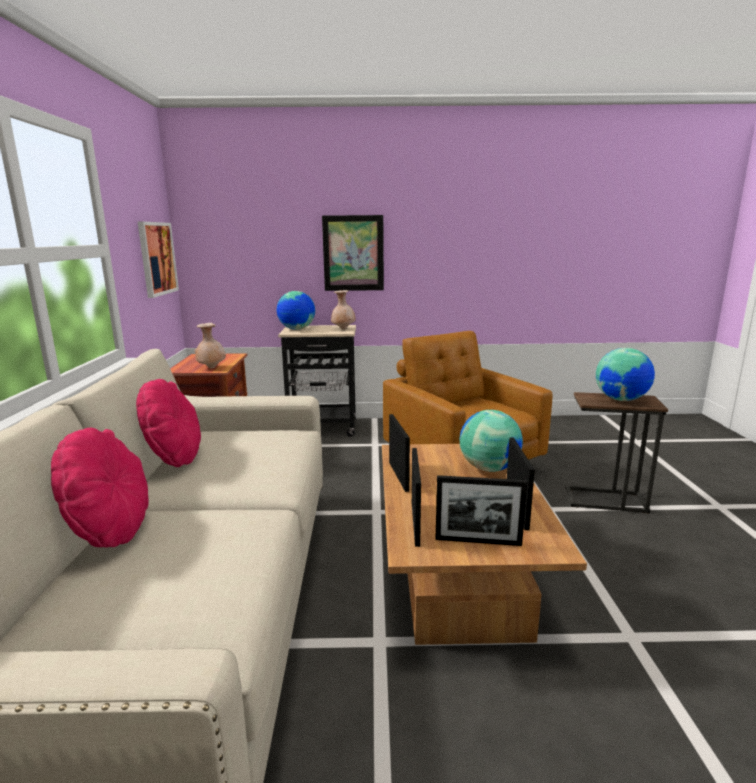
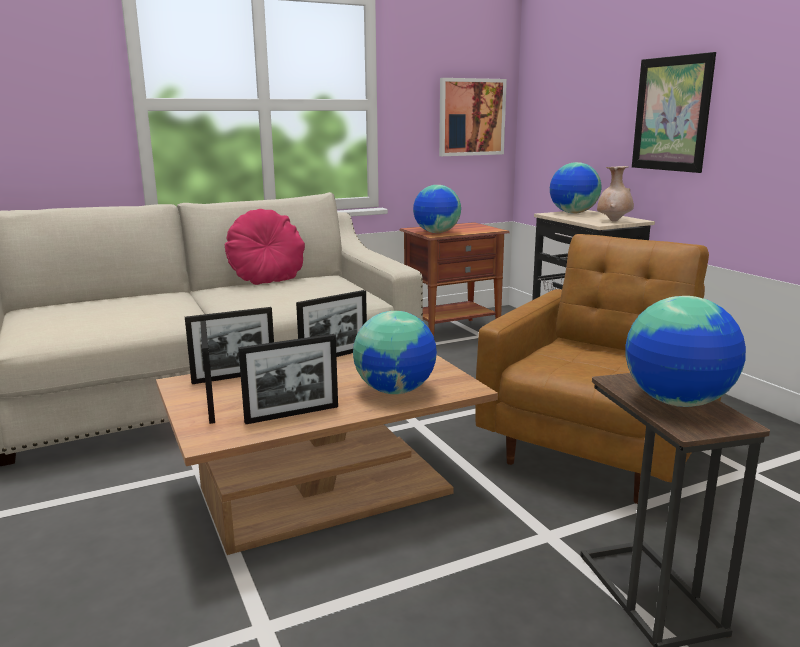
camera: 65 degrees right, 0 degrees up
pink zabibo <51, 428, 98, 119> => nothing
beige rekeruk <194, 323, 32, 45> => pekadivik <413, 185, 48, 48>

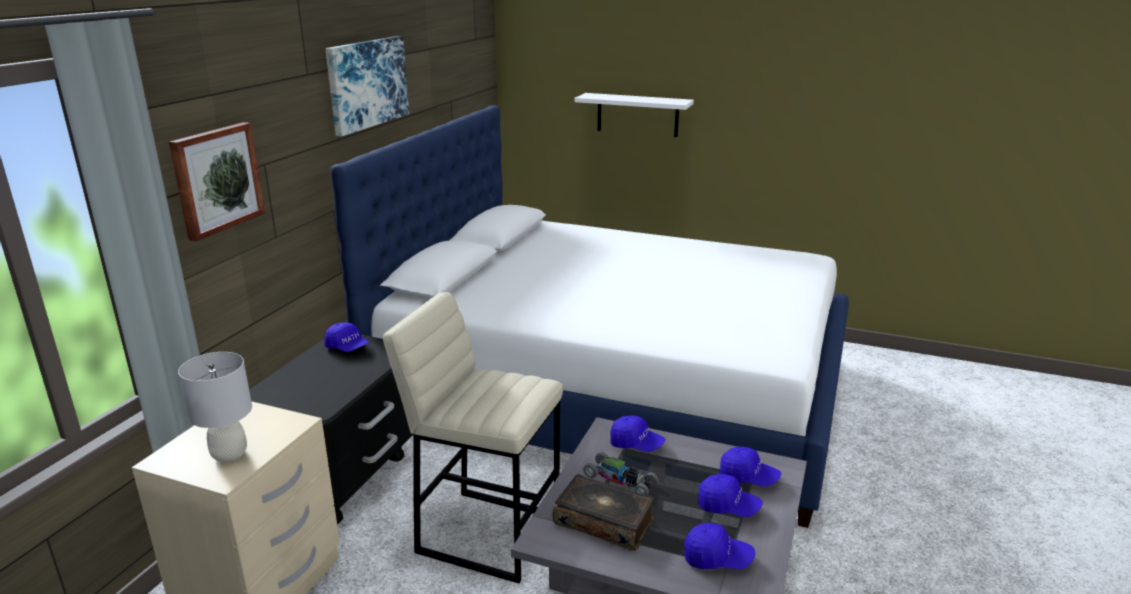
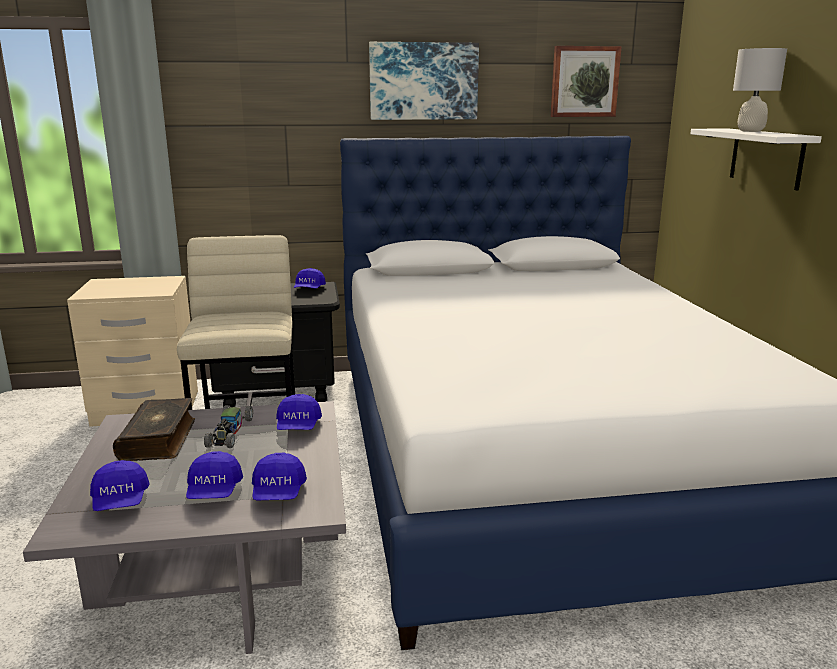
camera: 60 degrees right, 5 degrees down
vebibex <169, 122, 96, 120> => vebibex <550, 46, 72, 71>, shifted
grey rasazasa <178, 352, 74, 110> => grey rasazasa <733, 48, 54, 84>, shifted

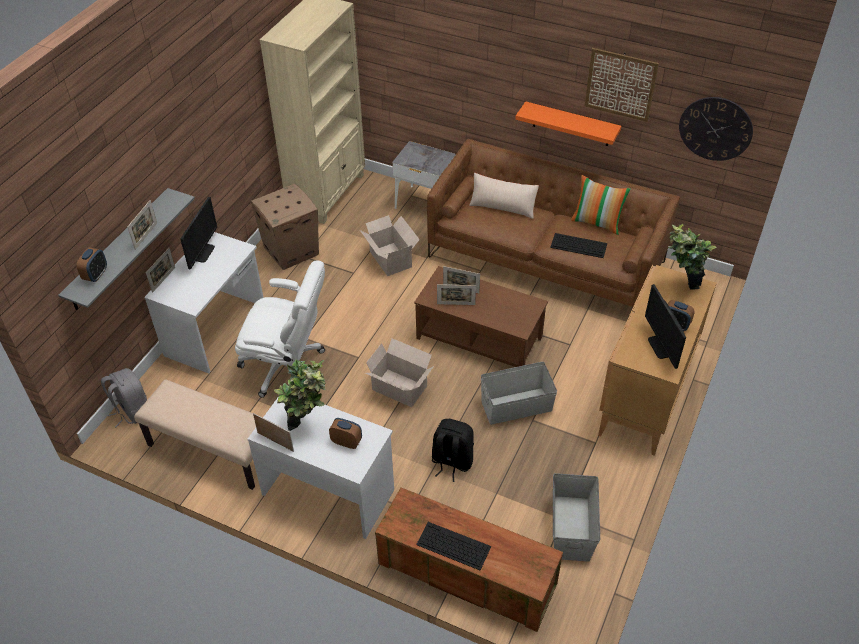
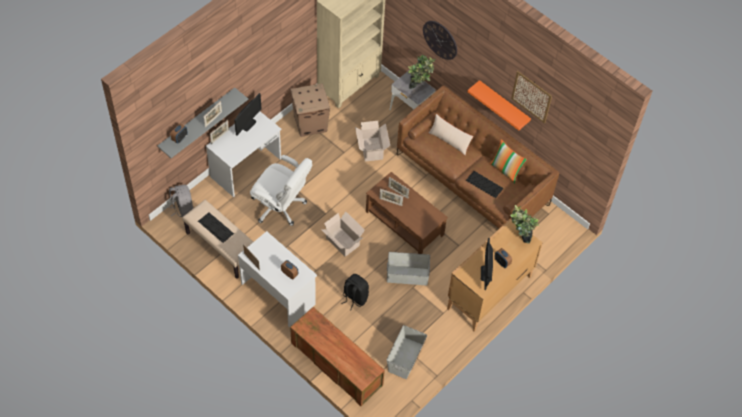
camera: 15 degrees right, 10 degrees up
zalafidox <274, 359, 52, 72> => zalafidox <408, 55, 27, 34>, shifted
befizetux <416, 522, 75, 48> => befizetux <198, 212, 36, 31>, shifted
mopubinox <679, 97, 74, 64> => mopubinox <423, 21, 34, 39>, shifted

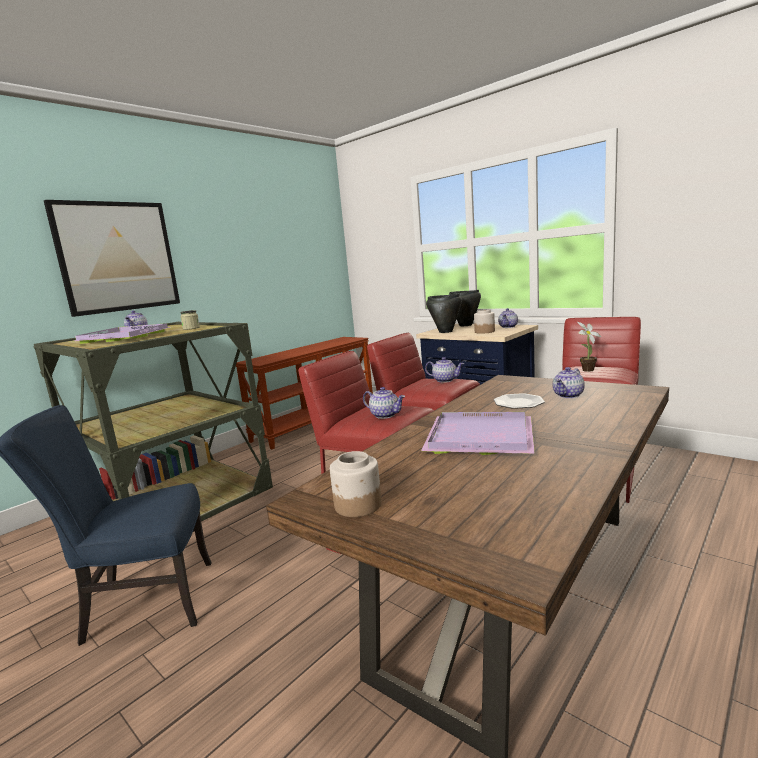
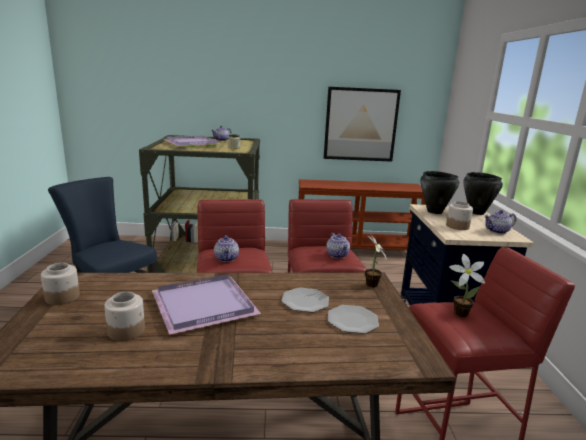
camera: 45 degrees right, 5 degrees up
nothing => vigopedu <104, 292, 41, 49>
nothing => zalafidox <365, 235, 22, 52>
vebibex <44, 200, 136, 117> => vebibex <324, 87, 77, 75>, shifted
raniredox <553, 367, 32, 31> => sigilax <328, 305, 51, 29>

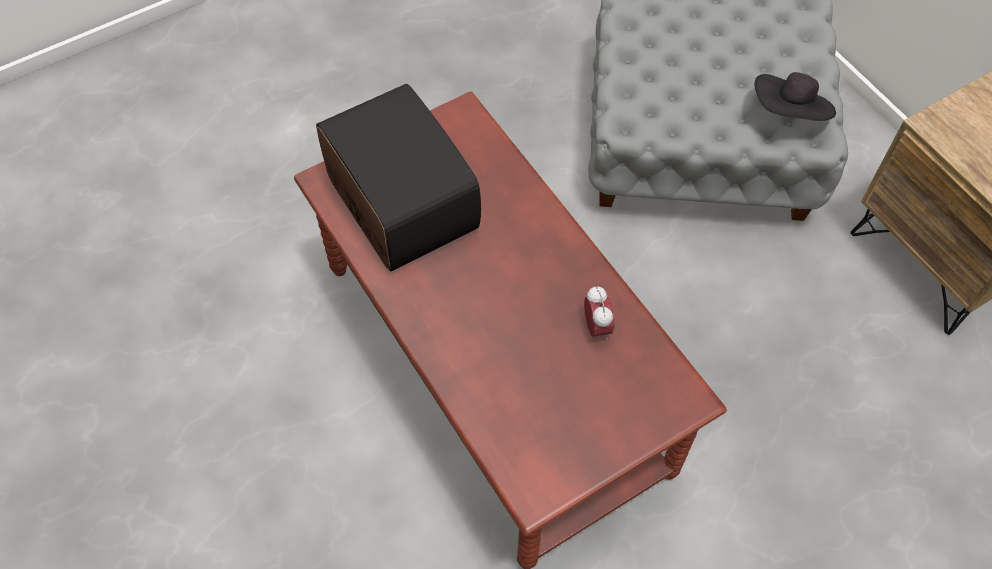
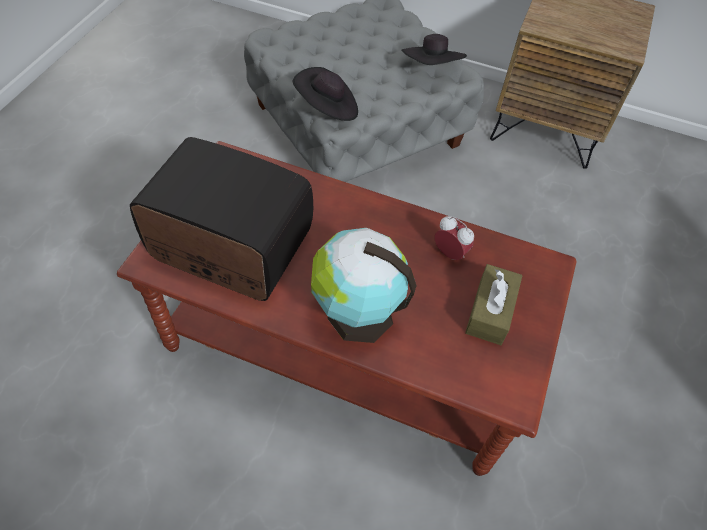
camera: 40 degrees left, 5 degrees down
nothing => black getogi <293, 67, 65, 54>
nothing => pekadivik <311, 228, 106, 115>
nothing => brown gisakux <465, 264, 58, 81>

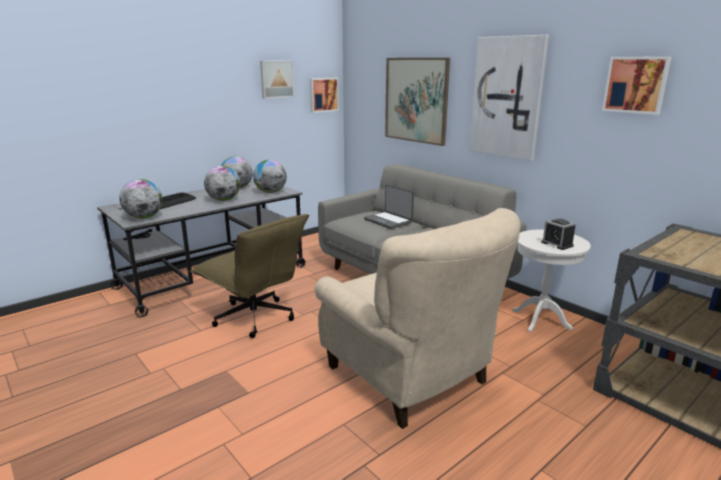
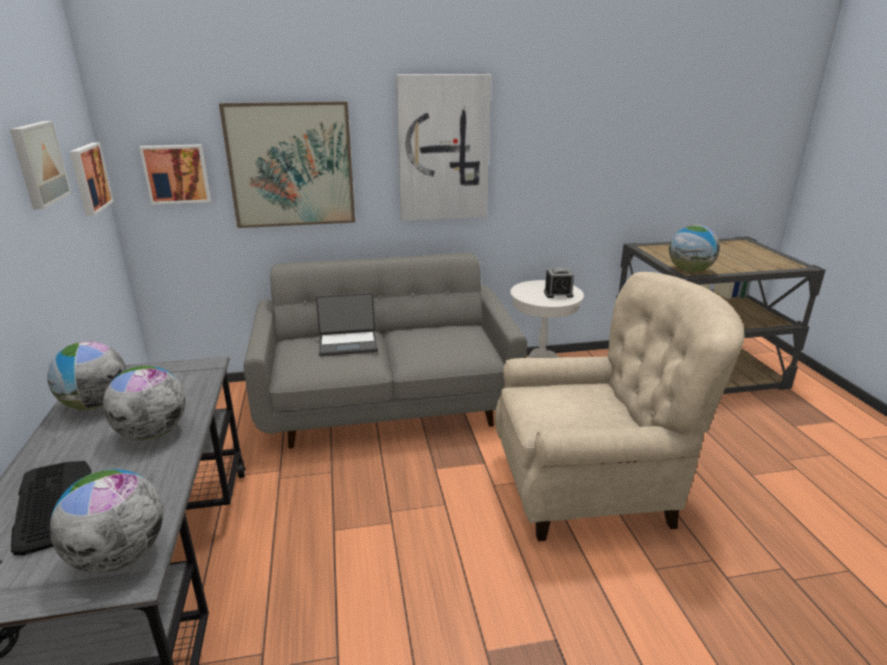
camera: 60 degrees left, 5 degrees up
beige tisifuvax <189, 214, 120, 124> => nothing
pekadivik <253, 160, 34, 33> => pekadivik <669, 225, 51, 47>, shifted
vebibex <602, 57, 69, 58> => vebibex <139, 144, 72, 60>, shifted

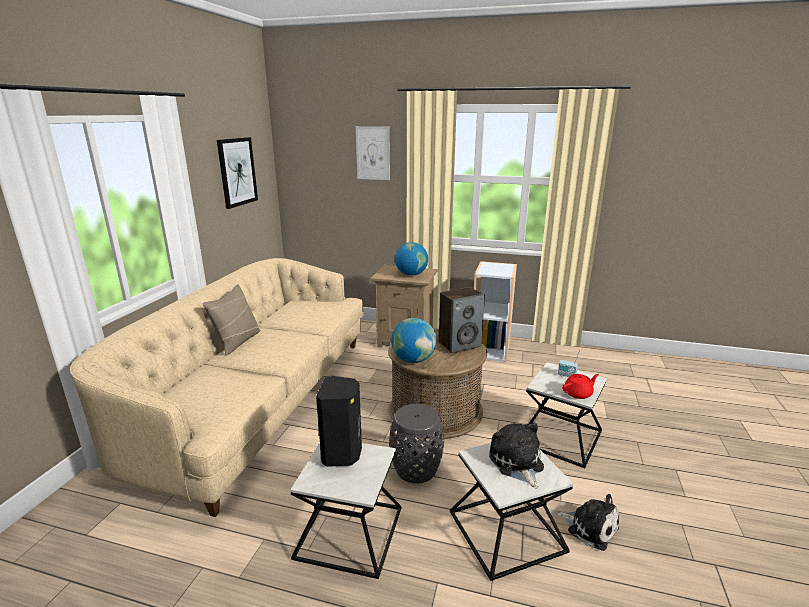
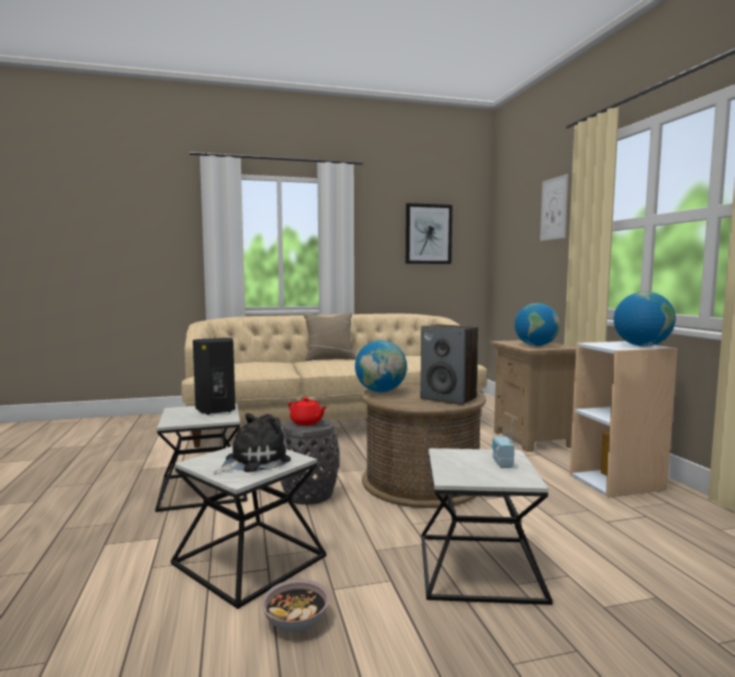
camera: 60 degrees right, 15 degrees down
nothing => pekadivik <614, 292, 62, 54>
red raniredox <562, 374, 37, 25> => red raniredox <288, 397, 39, 28>, shifted
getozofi <556, 494, 63, 57> => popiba <261, 579, 69, 53>

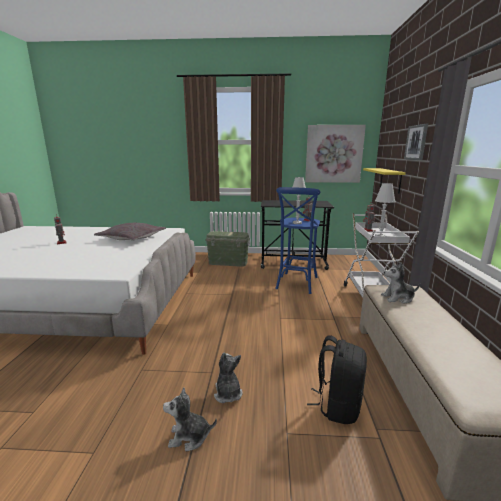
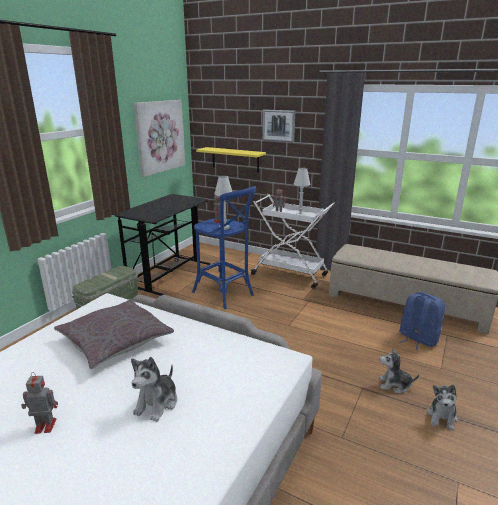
camera: 65 degrees left, 5 degrees up
getozofi <381, 262, 39, 42> => getozofi <131, 357, 46, 65>, shifted
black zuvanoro <307, 335, 60, 89> => blue zuvanoro <399, 292, 46, 58>

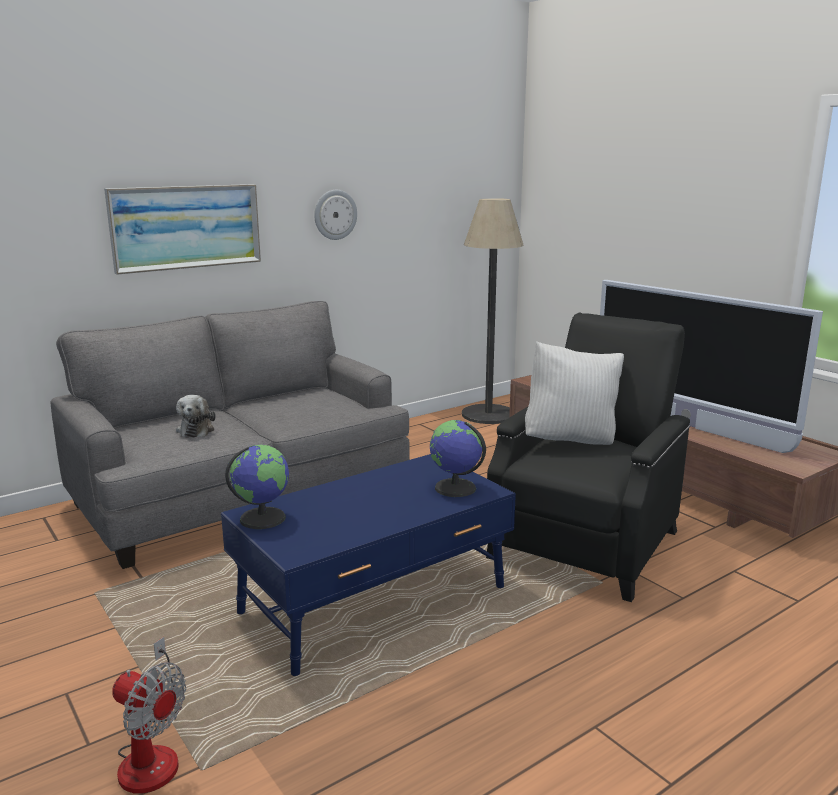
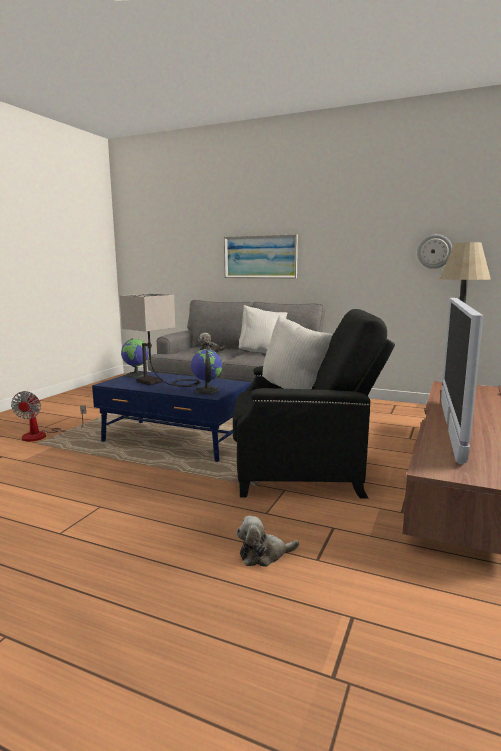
camera: 60 degrees right, 5 degrees down
nothing => rasazasa <120, 294, 81, 93>
nothing => getozofi <236, 516, 63, 51>
nothing => white zabibo <239, 305, 48, 48>
mopubinox <314, 190, 43, 50> => mopubinox <417, 234, 36, 35>, shifted

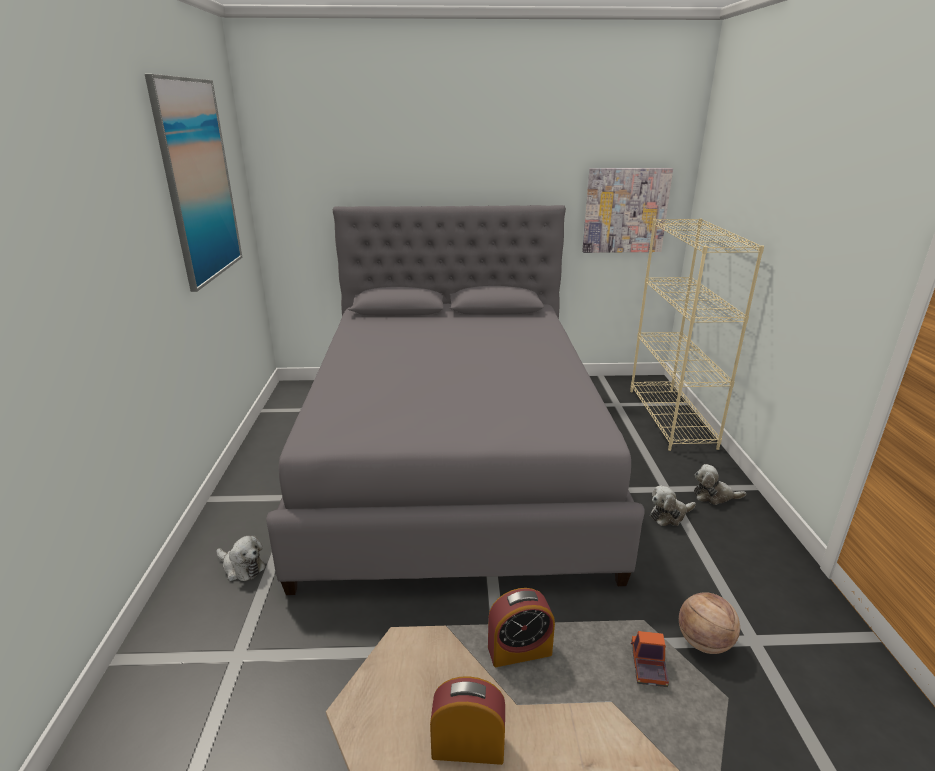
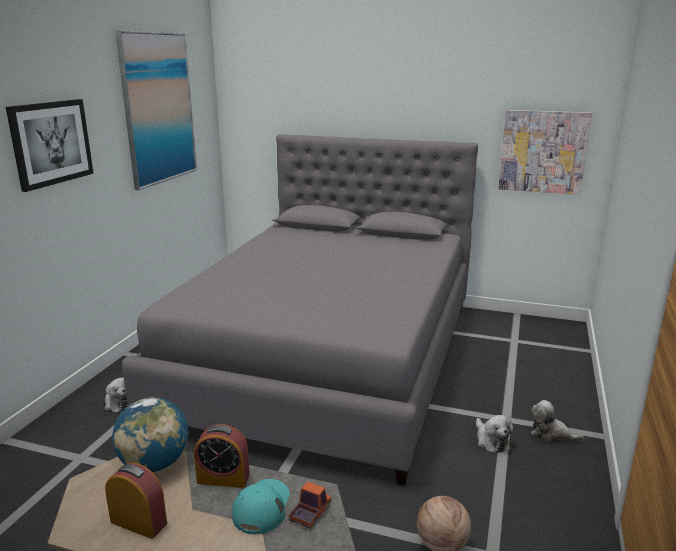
camera: 20 degrees right, 5 degrees down
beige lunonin <630, 218, 134, 233> => nothing
nothing => vebibex <6, 99, 88, 93>
nothing => pekadivik <112, 397, 76, 75>
nothing => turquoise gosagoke <232, 479, 58, 55>
getozofi <650, 485, 46, 41> => getozofi <476, 415, 38, 38>, 105 degrees counterclockwise

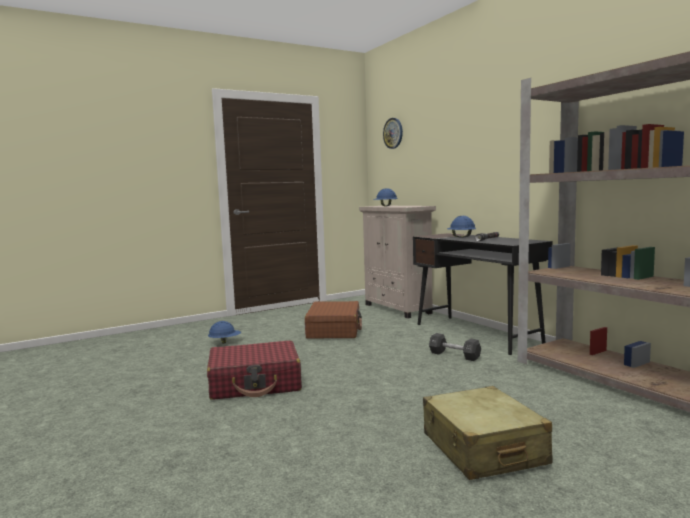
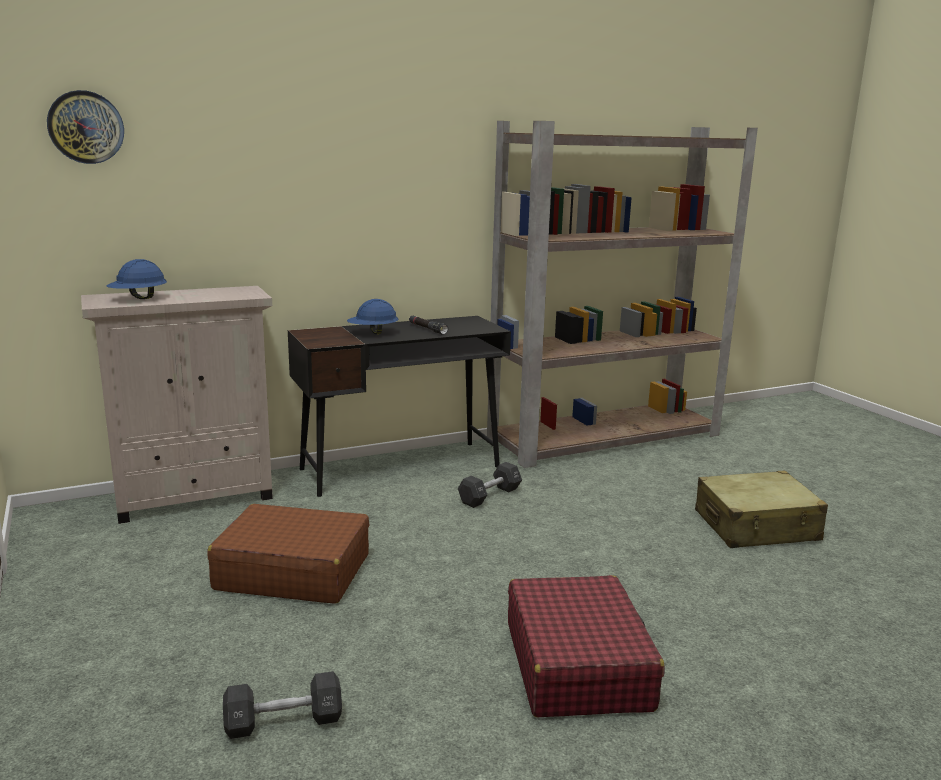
camera: 85 degrees left, 10 degrees up
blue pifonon <208, 321, 33, 23> => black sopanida <223, 671, 119, 68>

